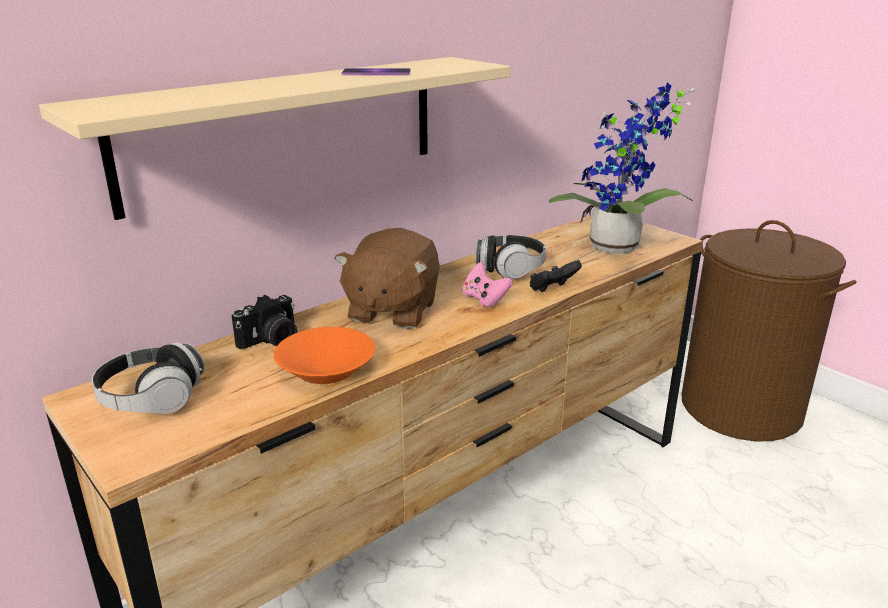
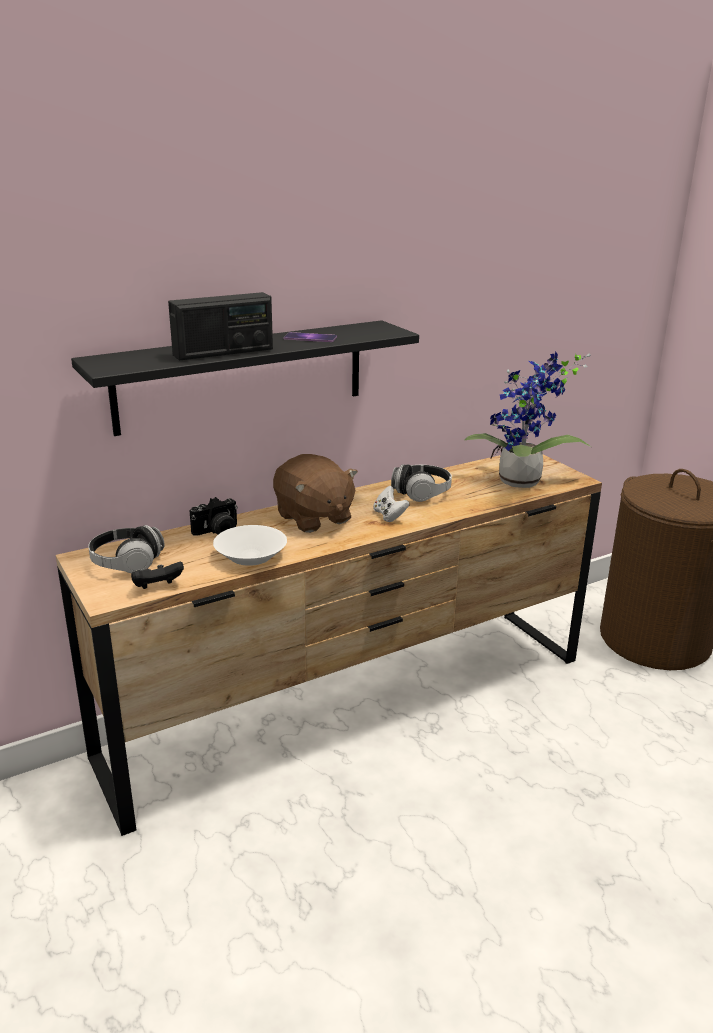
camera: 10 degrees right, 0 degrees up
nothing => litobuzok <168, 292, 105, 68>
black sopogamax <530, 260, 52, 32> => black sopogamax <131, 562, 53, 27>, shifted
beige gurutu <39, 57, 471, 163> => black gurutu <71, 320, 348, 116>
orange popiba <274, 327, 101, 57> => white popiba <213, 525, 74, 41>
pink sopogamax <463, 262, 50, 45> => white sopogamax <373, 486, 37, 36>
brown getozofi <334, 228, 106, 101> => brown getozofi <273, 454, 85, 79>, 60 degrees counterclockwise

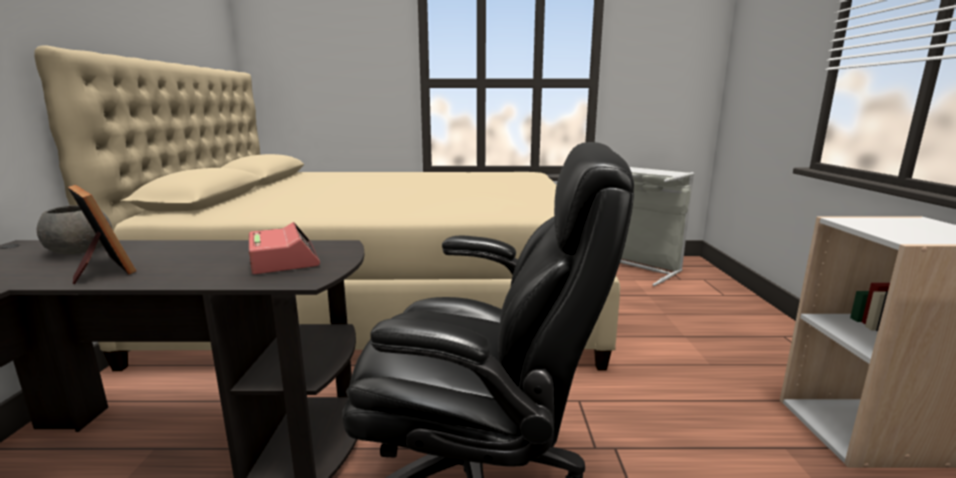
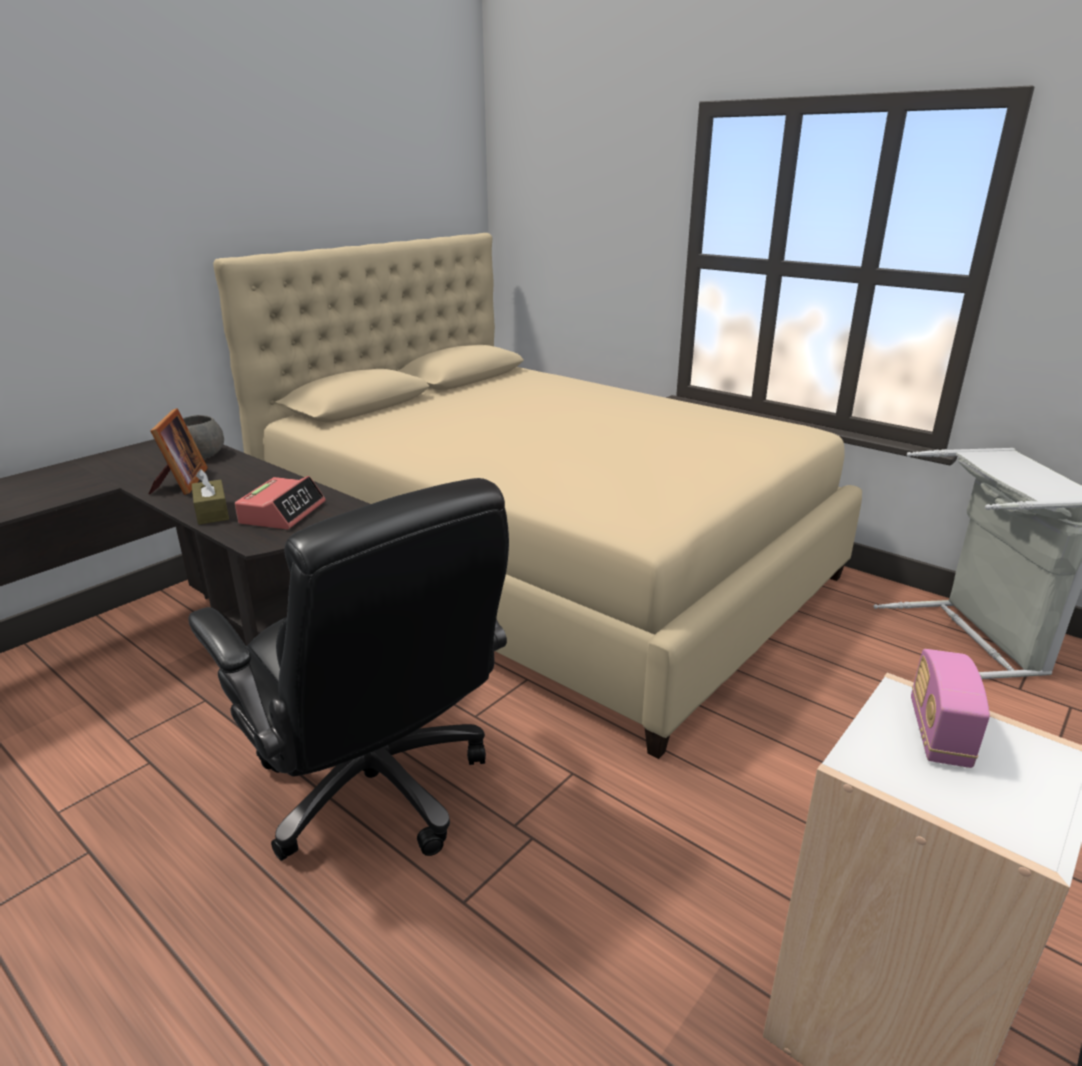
camera: 40 degrees right, 10 degrees up
nothing => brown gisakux <192, 469, 37, 56>
nothing => litobuzok <911, 649, 79, 119>

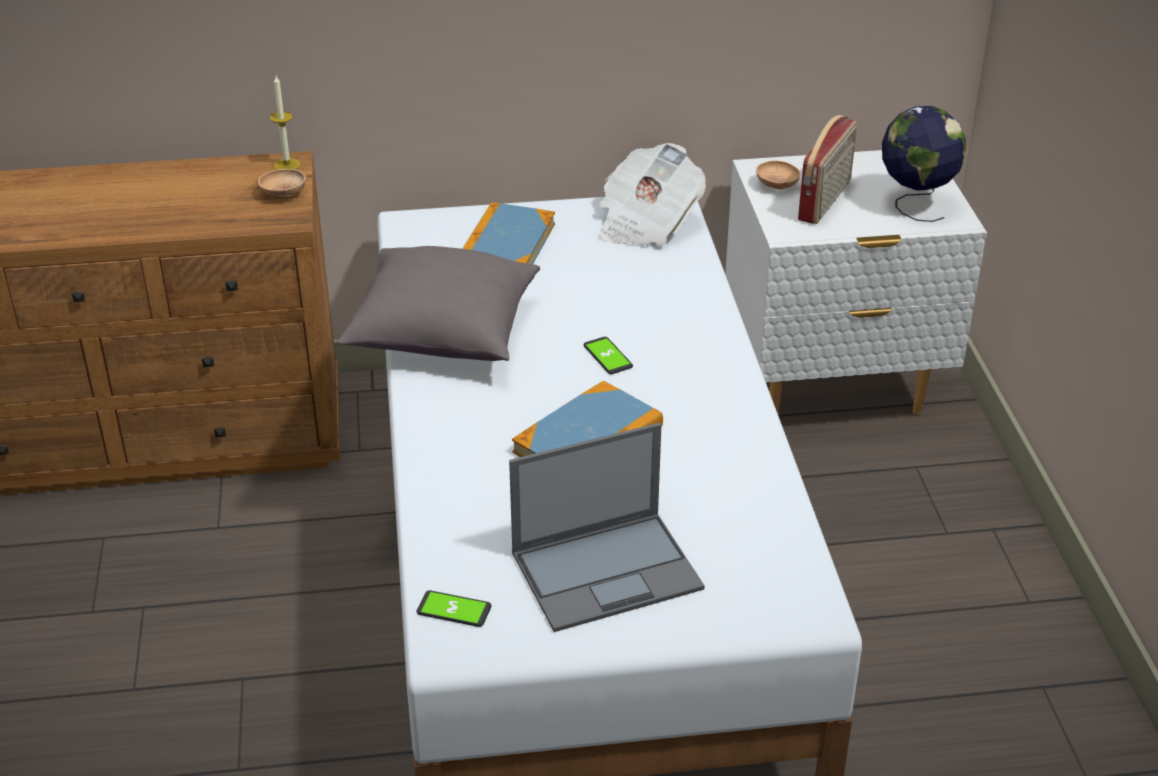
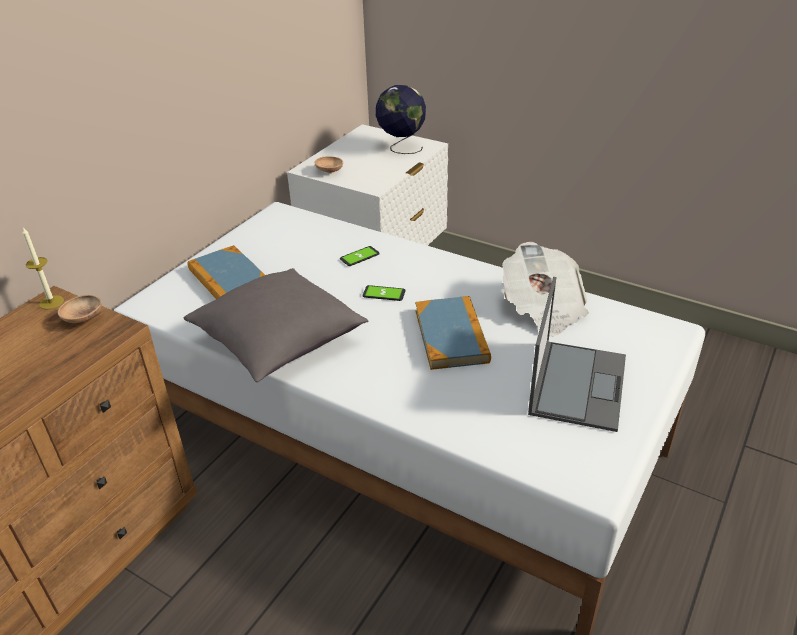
camera: 50 degrees left, 0 degrees up
litobuzok <798, 115, 59, 109> => nothing
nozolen <416, 590, 76, 37> => nozolen <340, 246, 40, 20>, shifted
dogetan <600, 143, 106, 102> => dogetan <502, 242, 87, 95>, shifted

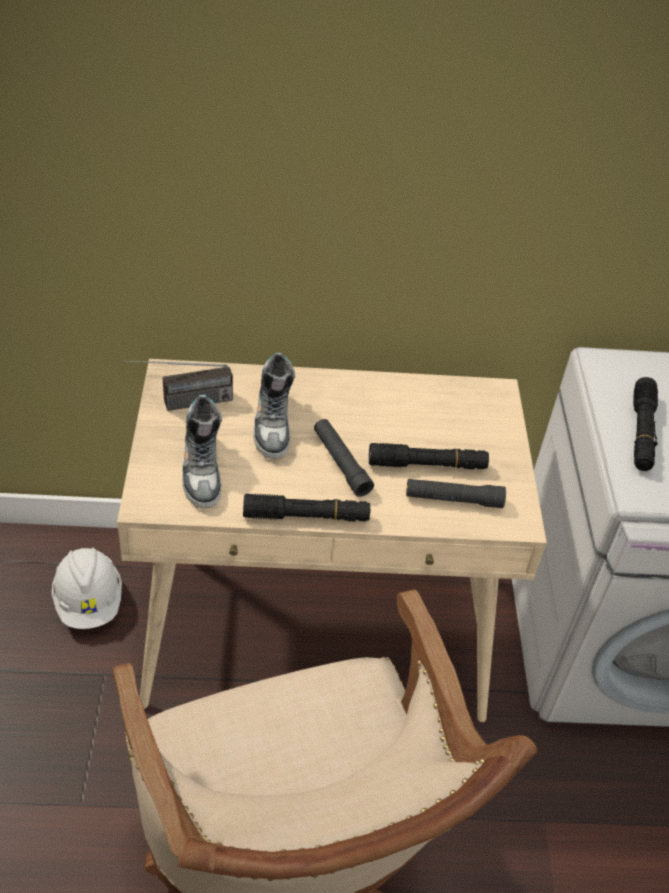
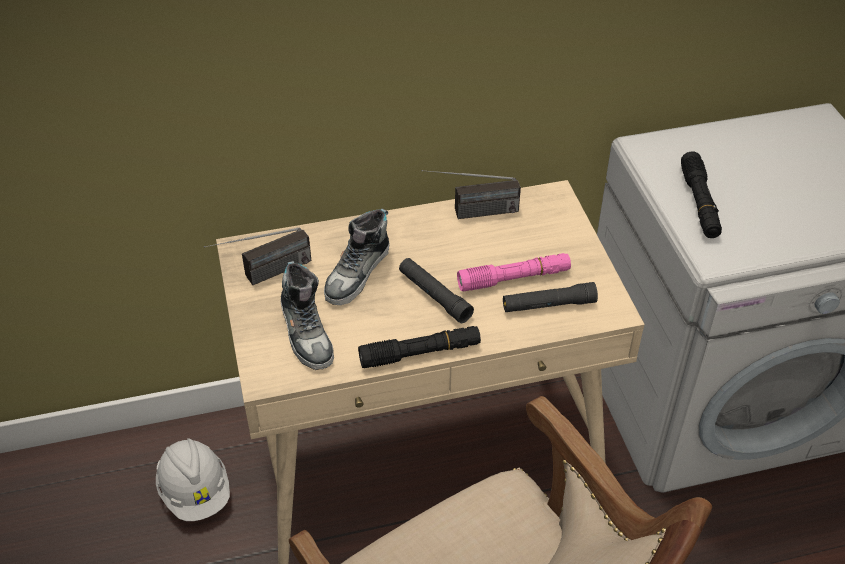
camera: 10 degrees left, 0 degrees up
nothing => litobuzok <421, 170, 100, 49>
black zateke <369, 443, 120, 26> => pink zateke <457, 253, 114, 38>
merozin <253, 353, 43, 106> => merozin <324, 209, 65, 96>, 45 degrees clockwise

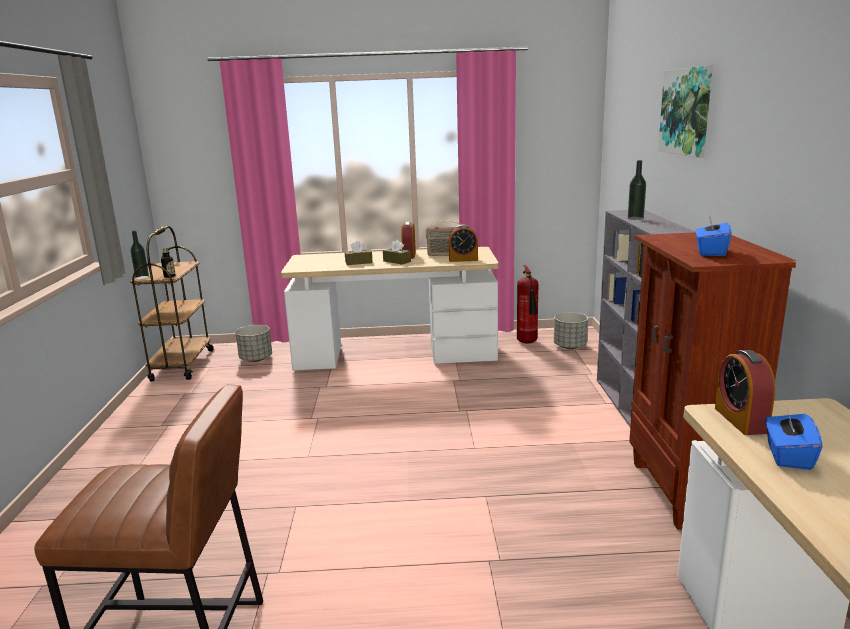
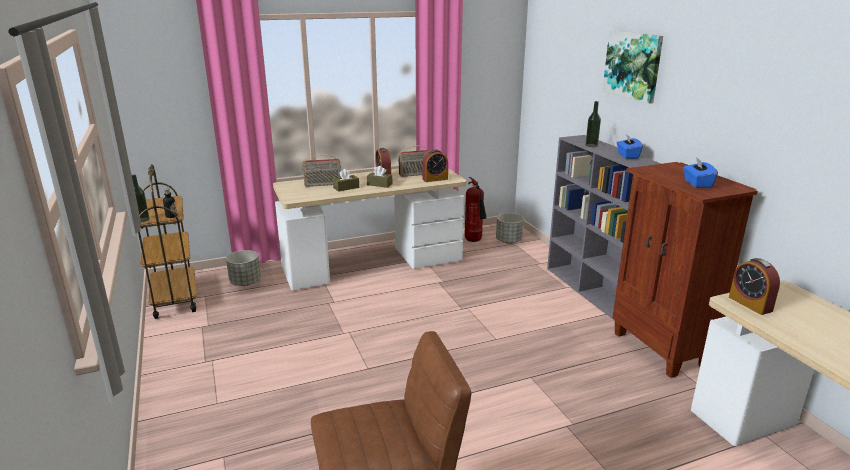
camera: 20 degrees left, 5 degrees up
nothing => litobuzok <302, 154, 39, 33>
blue gisakux <765, 406, 58, 64> => blue gisakux <617, 134, 26, 25>, shifted

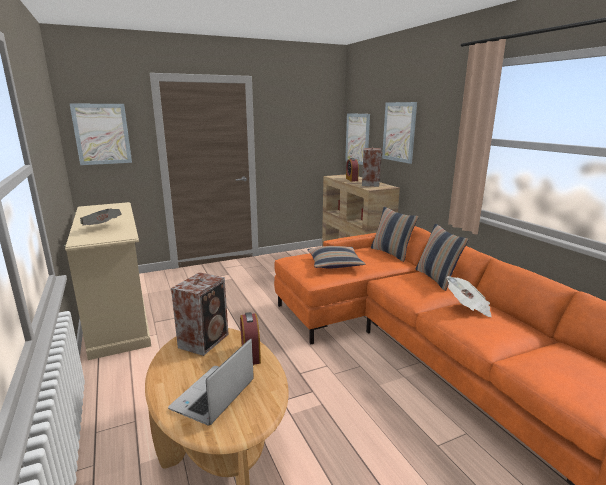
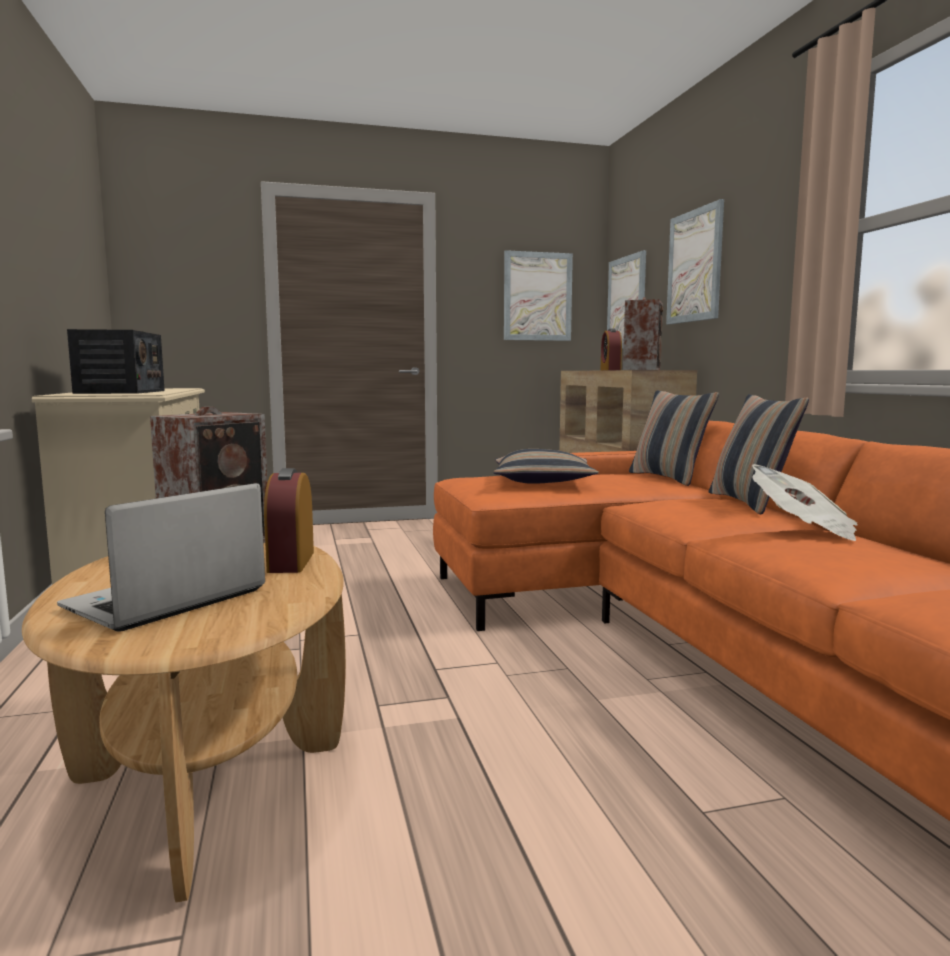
camera: 10 degrees right, 10 degrees down
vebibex <70, 104, 62, 61> => vebibex <504, 250, 69, 91>, shifted
dogetan <80, 209, 42, 16> => litobuzok <67, 329, 98, 65>

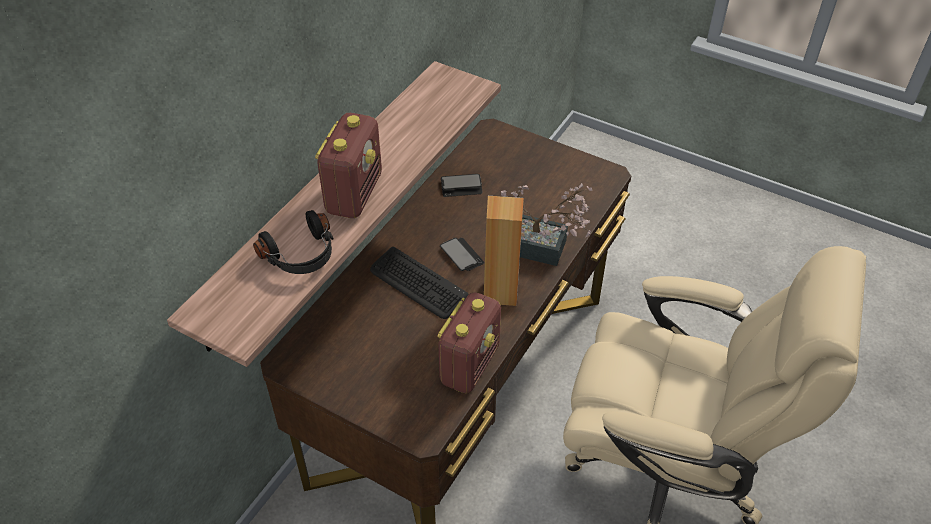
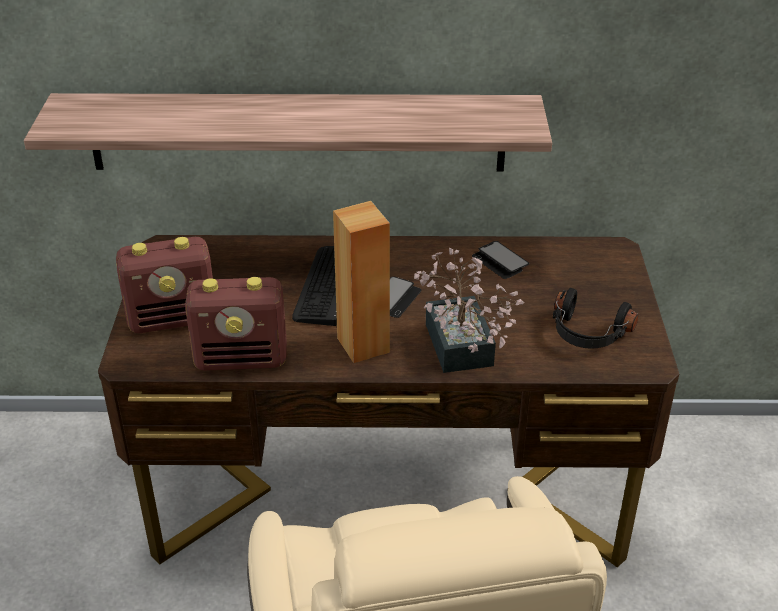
camera: 60 degrees right, 10 degrees down
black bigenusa <253, 210, 81, 64> => black bigenusa <553, 288, 86, 61>, shifted
litobuzok <315, 113, 67, 105> => litobuzok <116, 237, 97, 96>, shifted

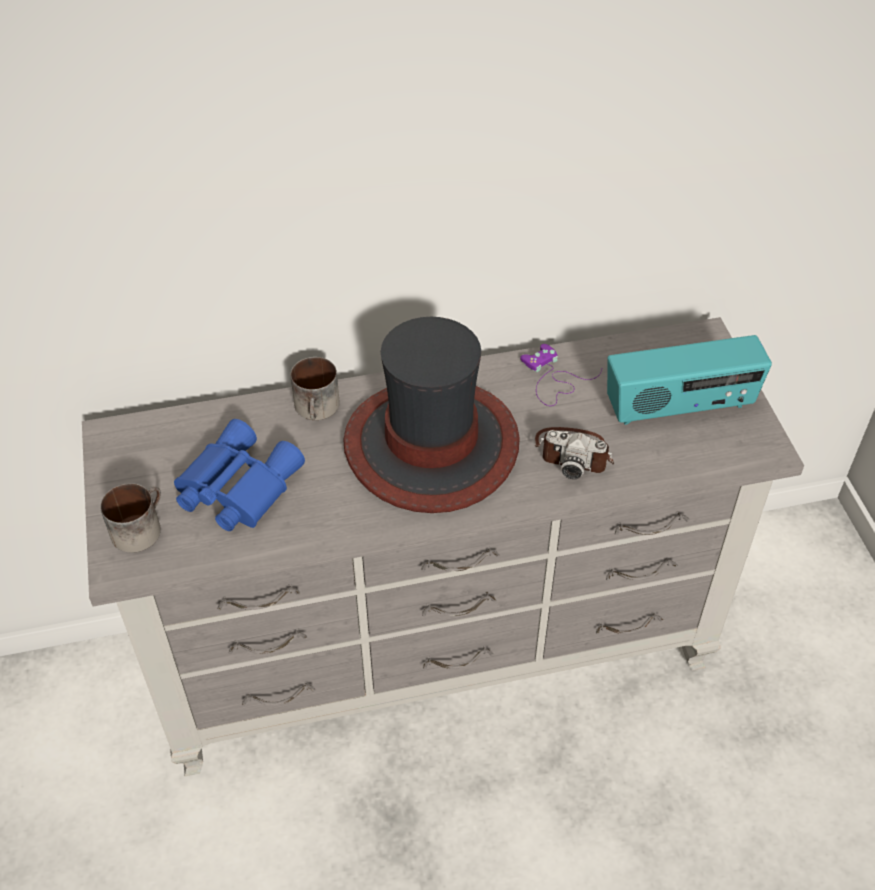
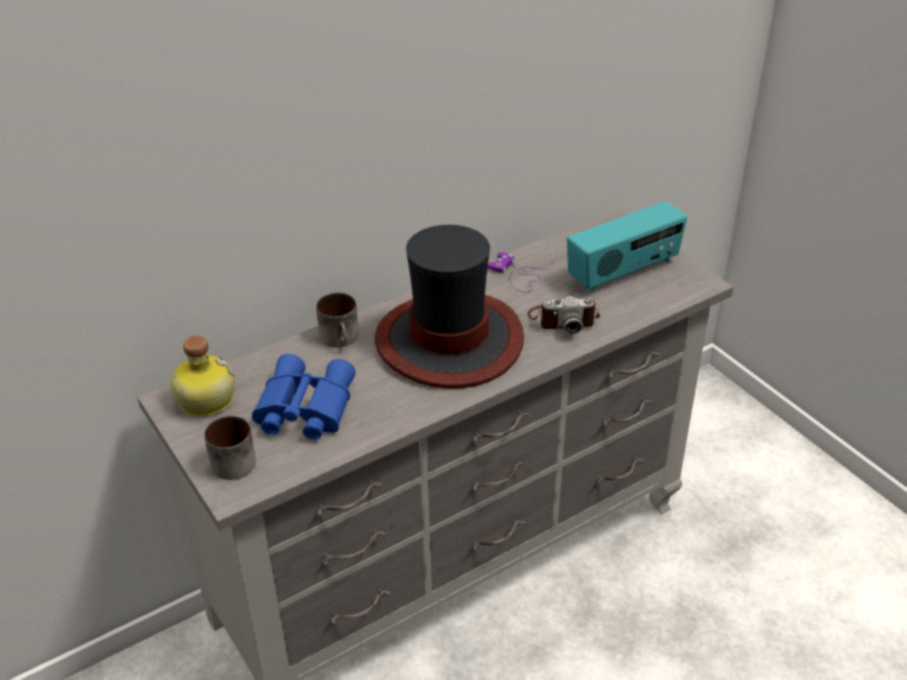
camera: 20 degrees left, 10 degrees down
nothing => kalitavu <171, 336, 64, 81>

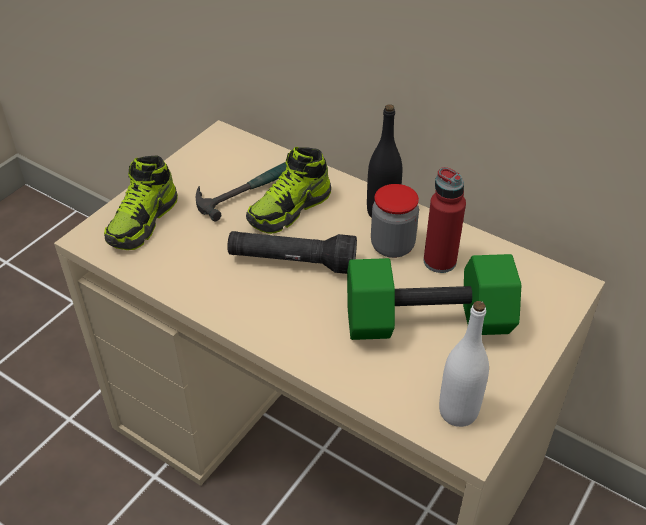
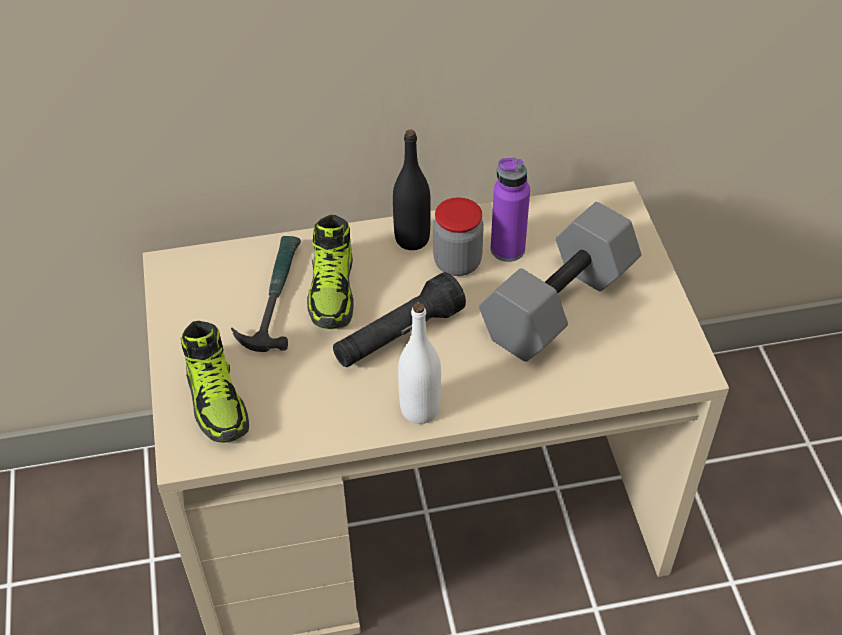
camera: 45 degrees left, 5 degrees up
white kalitavu <439, 301, 50, 126> => white kalitavu <398, 303, 43, 121>, shifted
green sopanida <347, 254, 174, 86> => grey sopanida <479, 202, 162, 160>
red kalitavu <424, 167, 42, 106> => purple kalitavu <491, 158, 39, 104>

